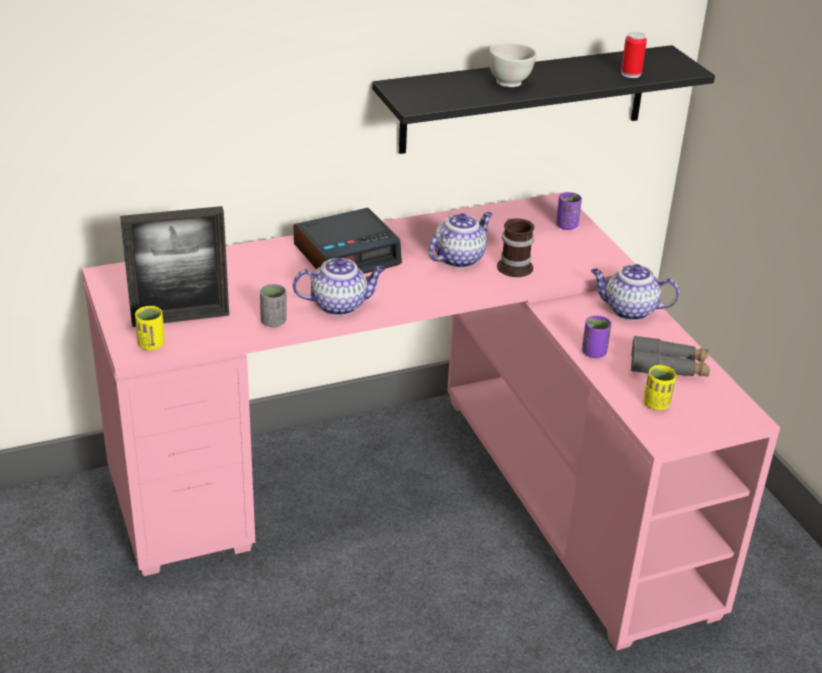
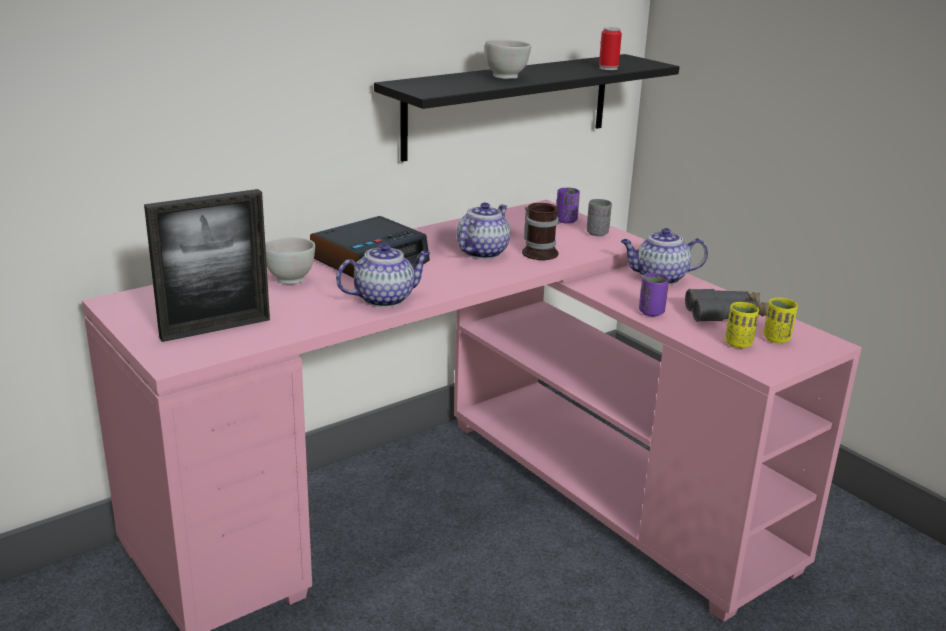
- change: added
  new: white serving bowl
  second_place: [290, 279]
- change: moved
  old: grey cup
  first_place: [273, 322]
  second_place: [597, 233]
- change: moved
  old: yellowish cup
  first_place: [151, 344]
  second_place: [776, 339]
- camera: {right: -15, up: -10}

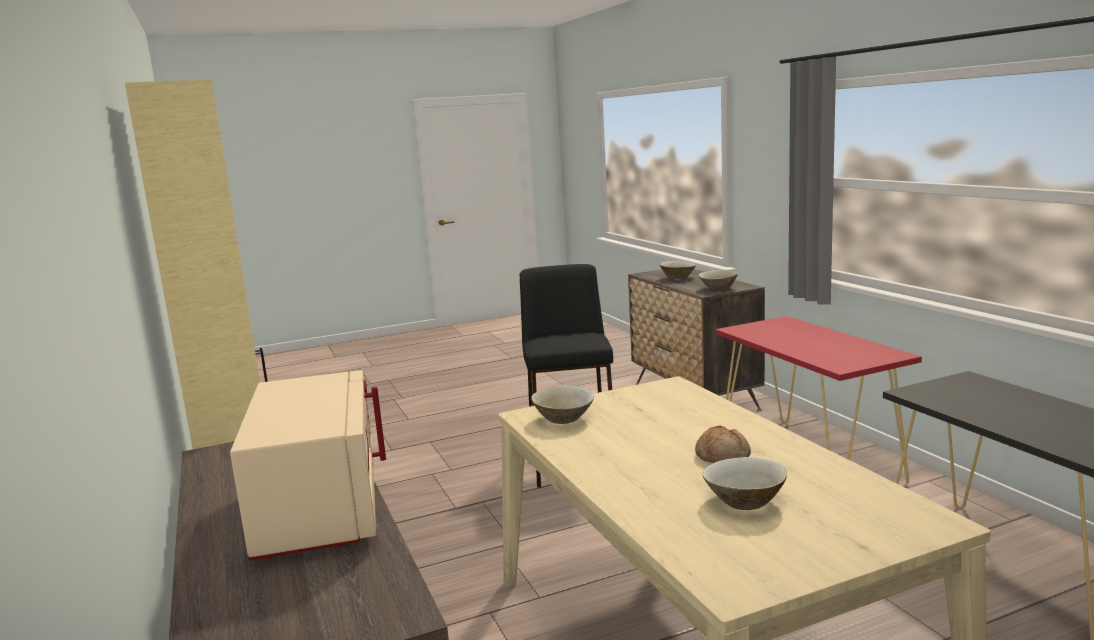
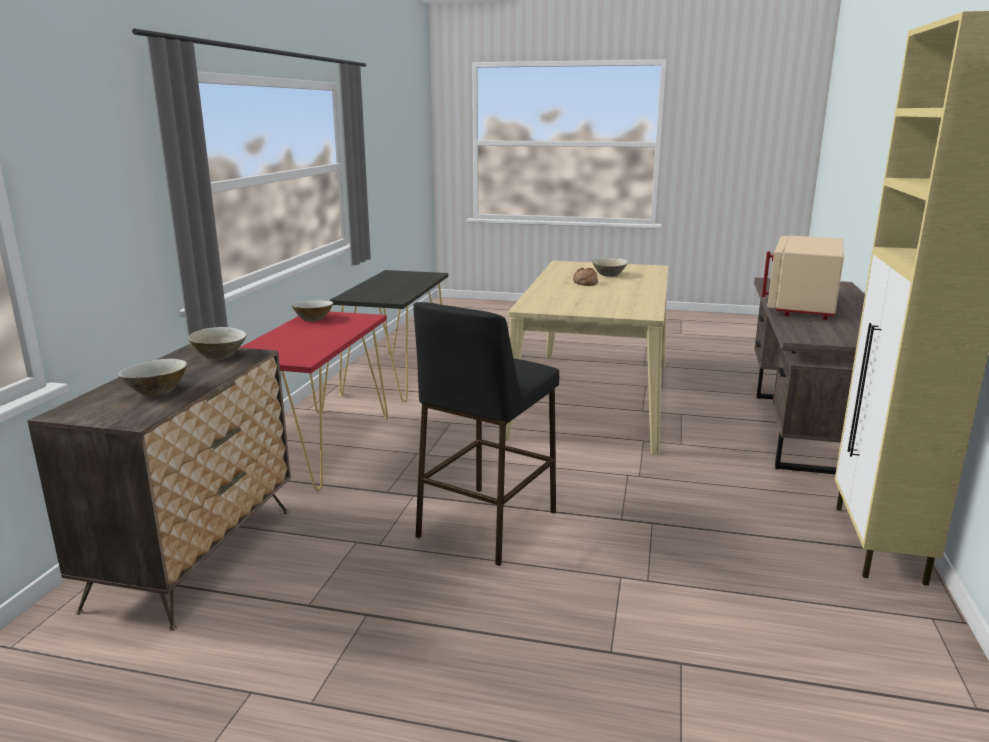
- change: moved
  old: beige serving bowl
  first_place: [563, 419]
  second_place: [313, 319]
- camera: {right: -145, up: 5}

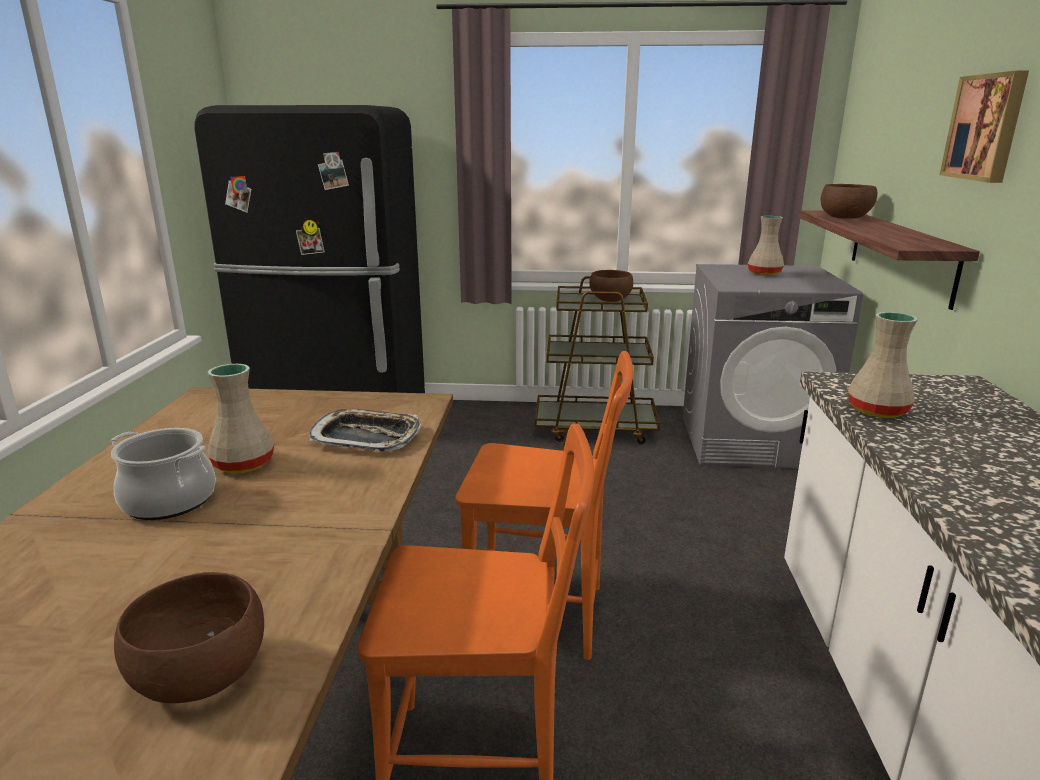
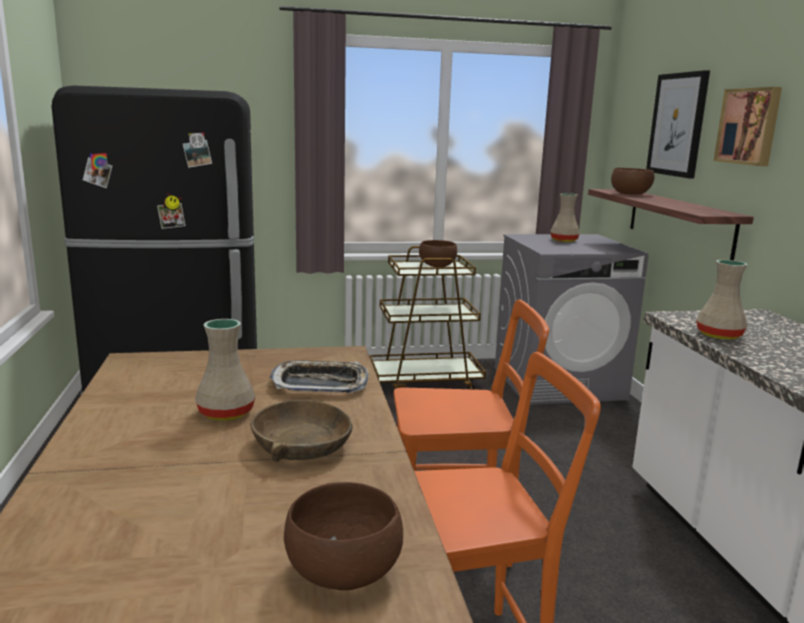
- change: added
  new: brown-coloured serving bowl
  second_place: [302, 445]
- change: added
  new: wall art
  second_place: [677, 124]
- change: removed
  old: saucepot
  first_place: [170, 500]
- camera: {right: -15, up: -5}

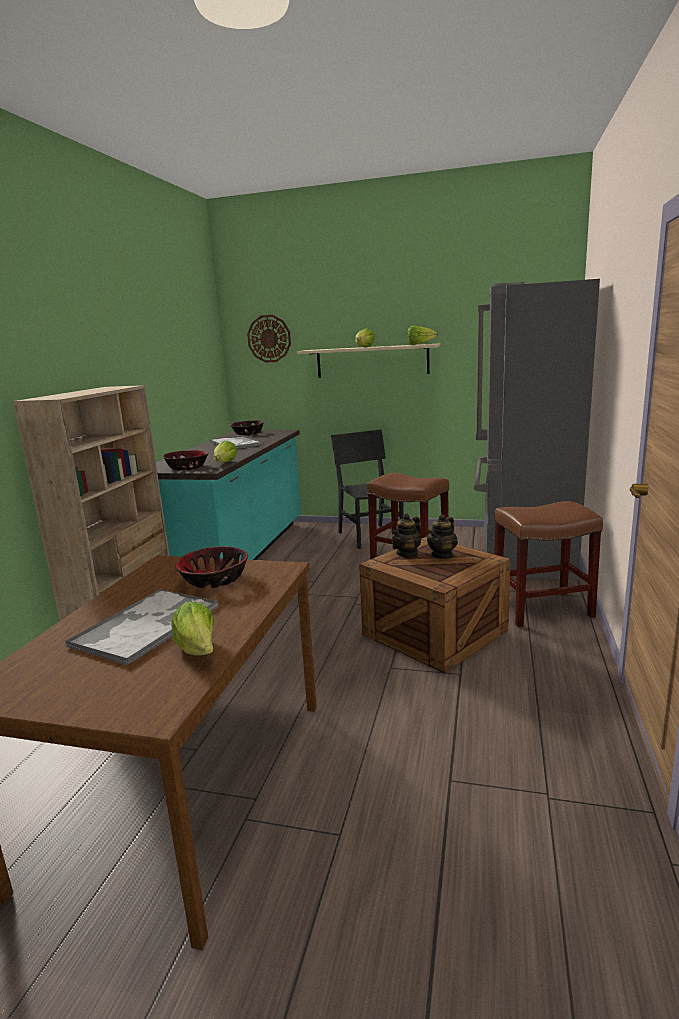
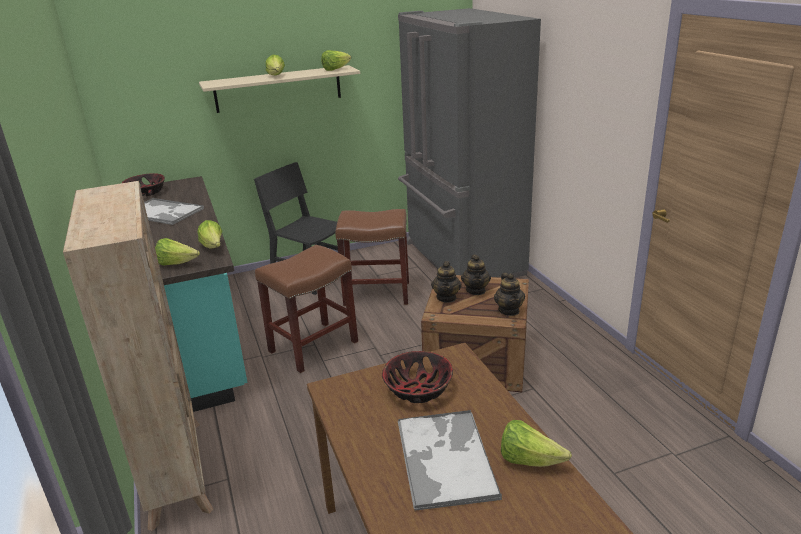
- change: replaced
  old: serving bowl
  new: head of lettuce
  first_place: [187, 468]
  second_place: [177, 264]
- change: moved
  old: brown-coloured sitting stool
  first_place: [542, 609]
  second_place: [314, 346]
- change: added
  new: pot for tea
  second_place: [509, 310]
- change: removed
  old: hanging clock
  first_place: [269, 338]
- camera: {right: -35, up: 10}

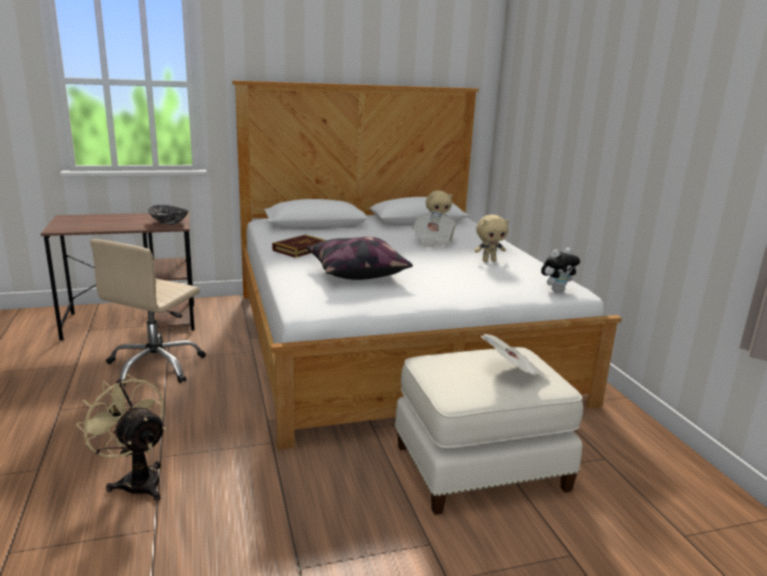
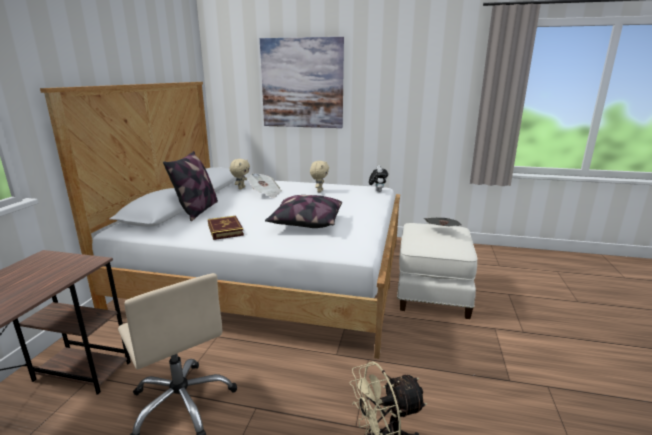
- change: added
  new: throw pillow
  second_place: [197, 210]
- change: added
  new: wall art
  second_place: [302, 83]
- change: removed
  old: serving bowl
  first_place: [169, 222]
- camera: {right: -60, up: 0}

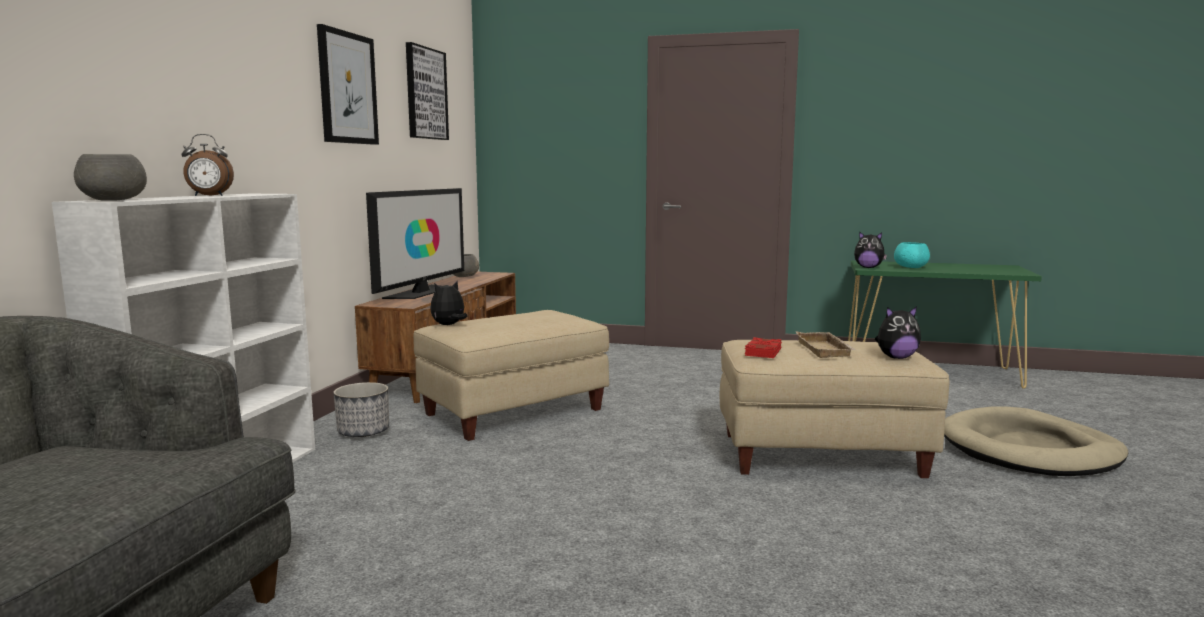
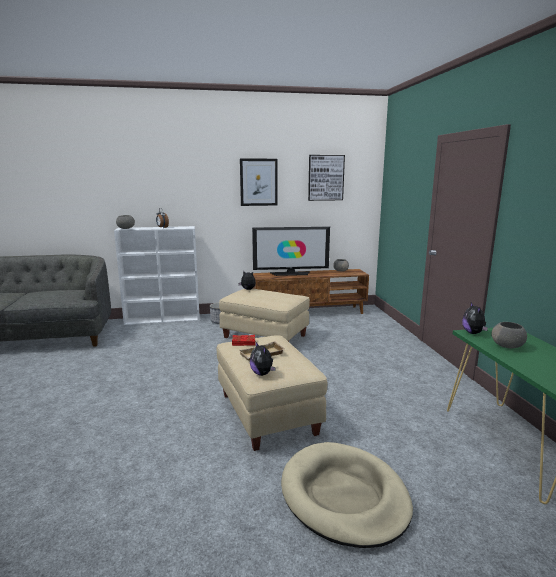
- change: recoloured
  old: turquoise-coloured serving bowl
  new: grey serving bowl
  first_place: [911, 267]
  second_place: [507, 346]
- camera: {right: 65, up: 5}

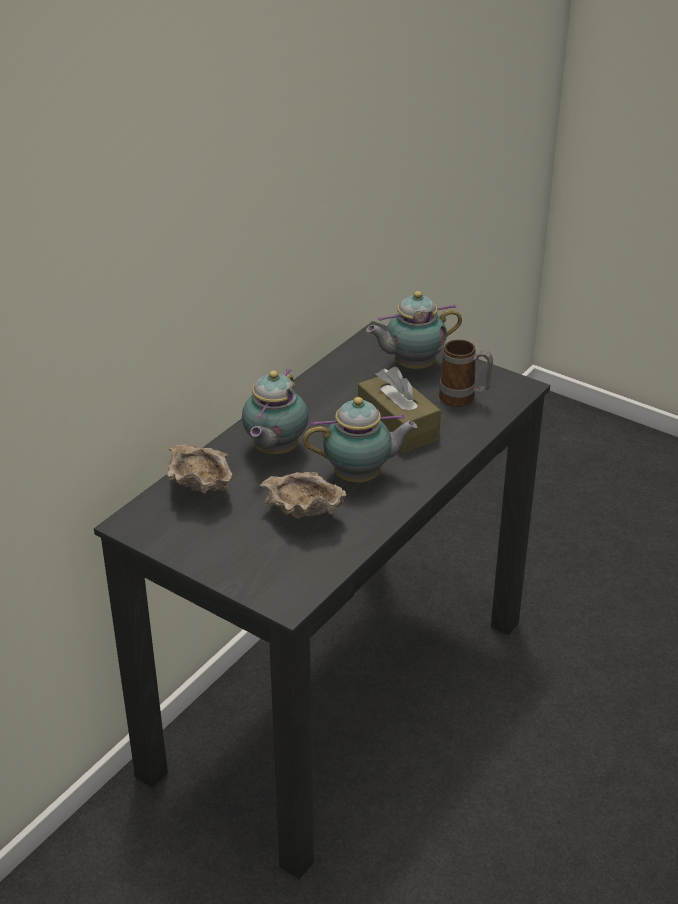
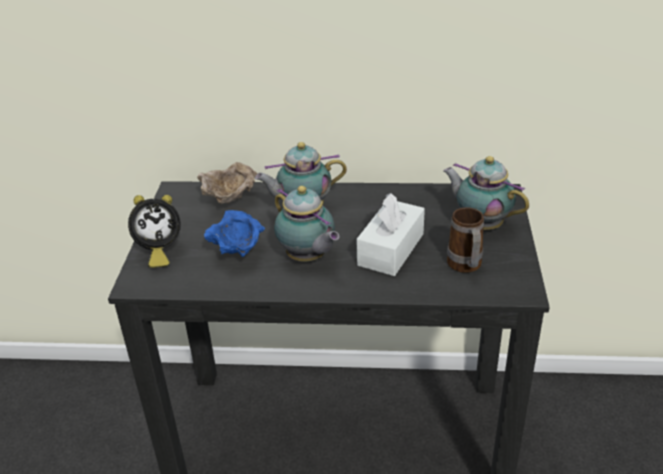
- change: added
  new: table clock
  second_place: [158, 252]
- change: recoloured
  old: beige serving bowl
  new: bluish serving bowl
  first_place: [303, 516]
  second_place: [237, 252]
- change: recoloured
  old: brown-coloured tissue box
  new: white tissue box
  first_place: [397, 426]
  second_place: [391, 249]
- camera: {right: 60, up: 0}

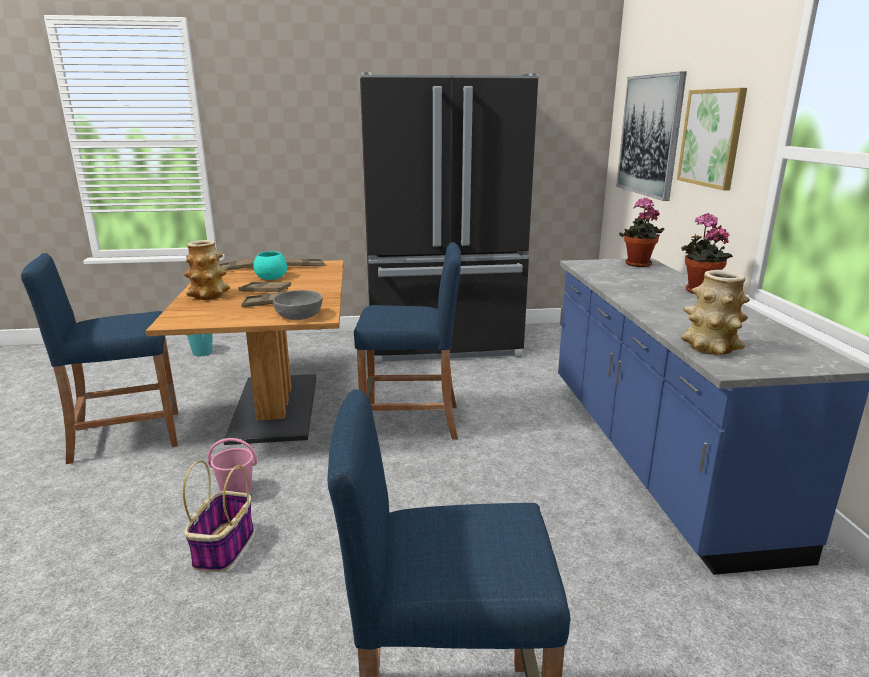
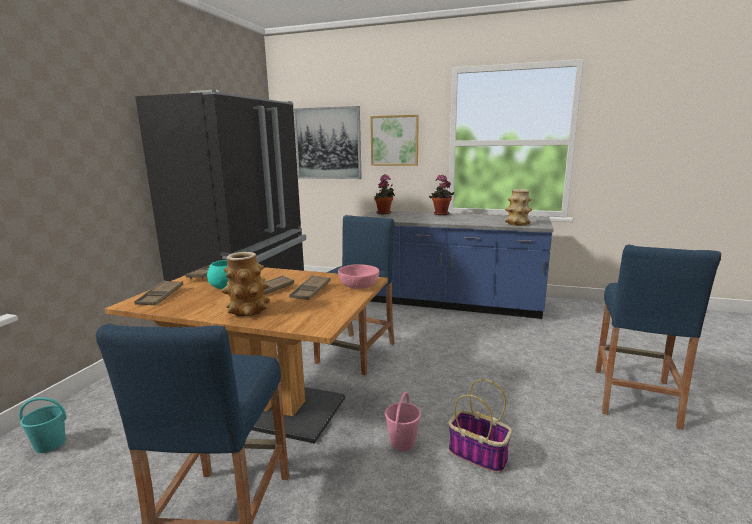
- change: recoloured
  old: grey serving bowl
  new: pink serving bowl
  first_place: [299, 316]
  second_place: [359, 285]
- camera: {right: -65, up: -5}

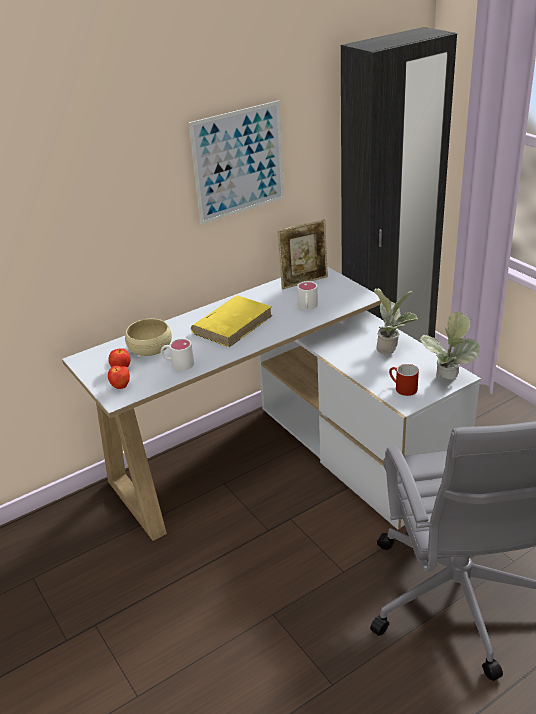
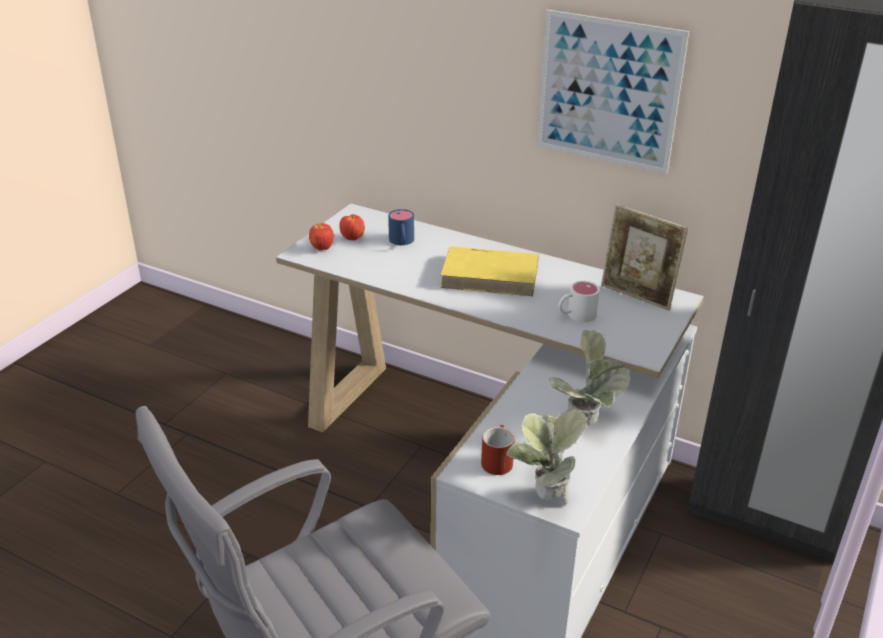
- change: replaced
  old: beige serving bowl
  new: bluish coffee mug
  first_place: [150, 348]
  second_place: [402, 242]
- change: removed
  old: white coffee mug
  first_place: [178, 363]
- camera: {right: 60, up: 0}

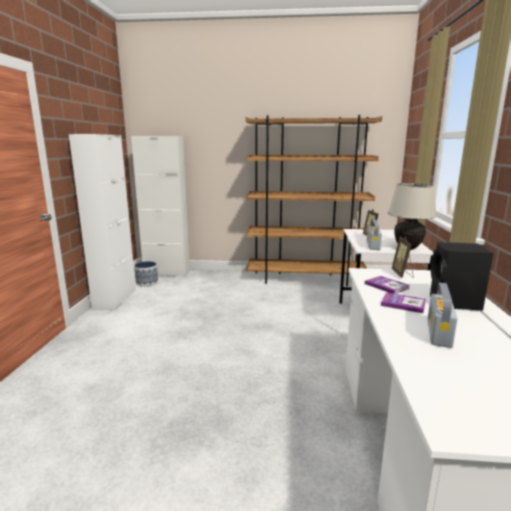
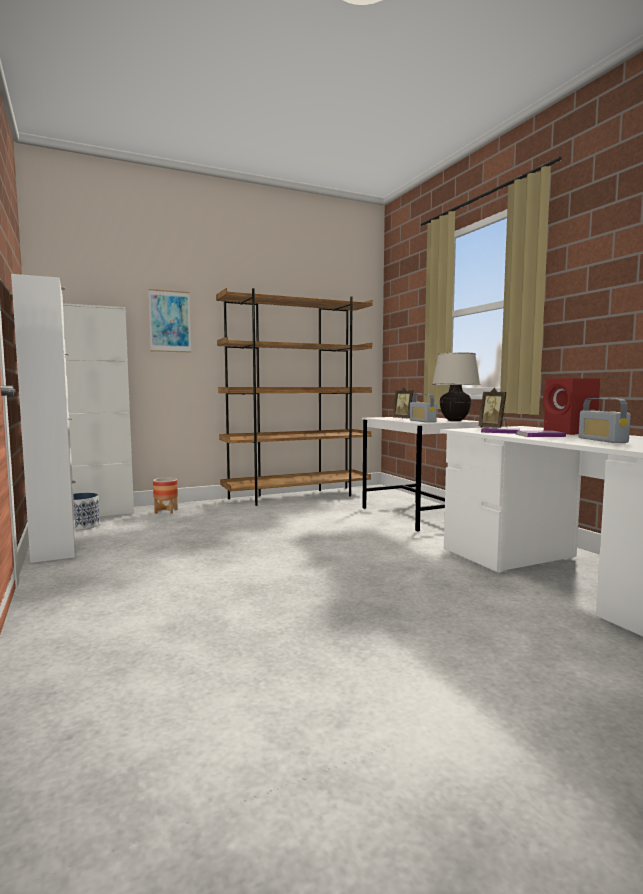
- change: added
  new: wall art
  second_place: [170, 321]
- change: added
  new: planter
  second_place: [166, 511]
- change: recoloured
  old: blackish loudspeaker
  new: red-coloured loudspeaker
  first_place: [454, 303]
  second_place: [570, 433]
- camera: {right: -30, up: -10}

